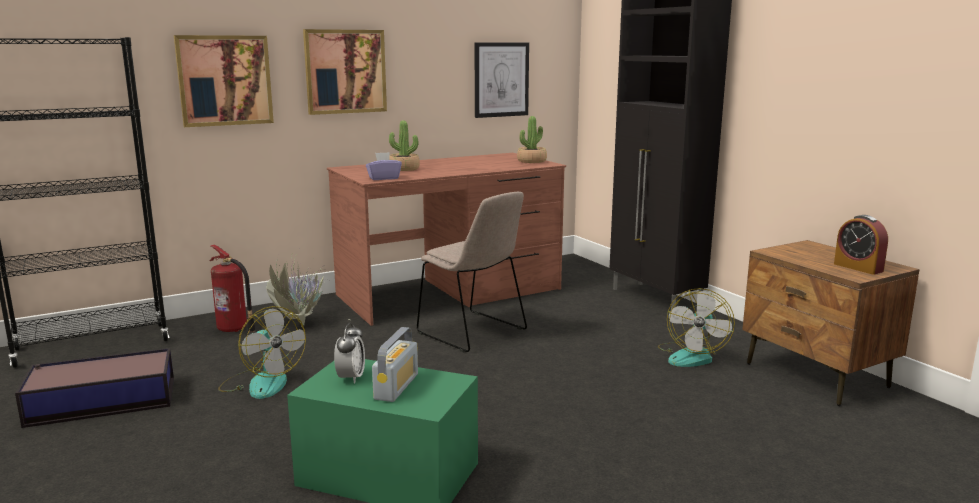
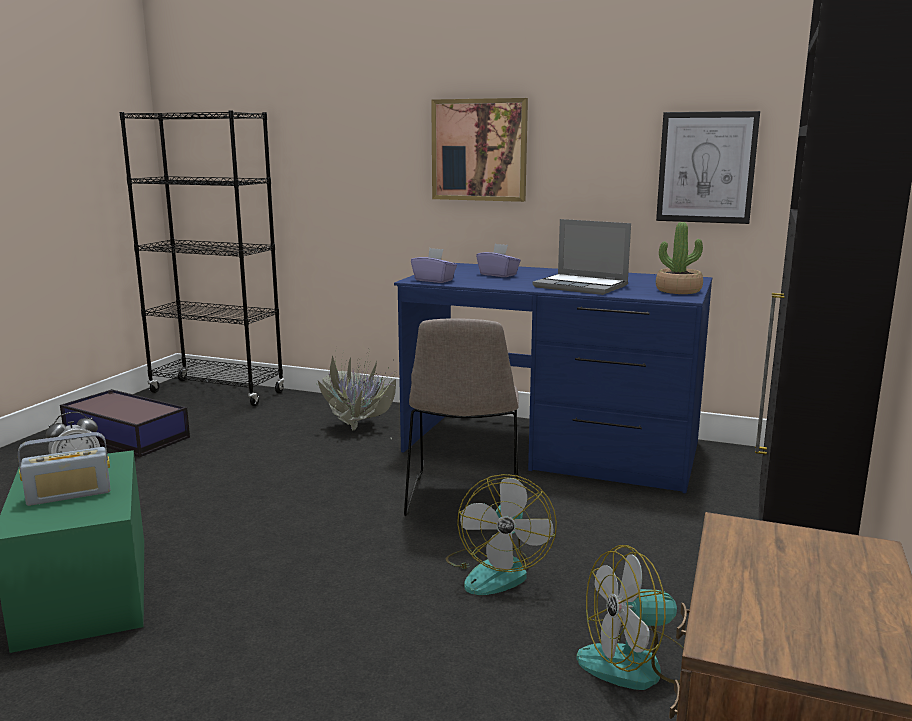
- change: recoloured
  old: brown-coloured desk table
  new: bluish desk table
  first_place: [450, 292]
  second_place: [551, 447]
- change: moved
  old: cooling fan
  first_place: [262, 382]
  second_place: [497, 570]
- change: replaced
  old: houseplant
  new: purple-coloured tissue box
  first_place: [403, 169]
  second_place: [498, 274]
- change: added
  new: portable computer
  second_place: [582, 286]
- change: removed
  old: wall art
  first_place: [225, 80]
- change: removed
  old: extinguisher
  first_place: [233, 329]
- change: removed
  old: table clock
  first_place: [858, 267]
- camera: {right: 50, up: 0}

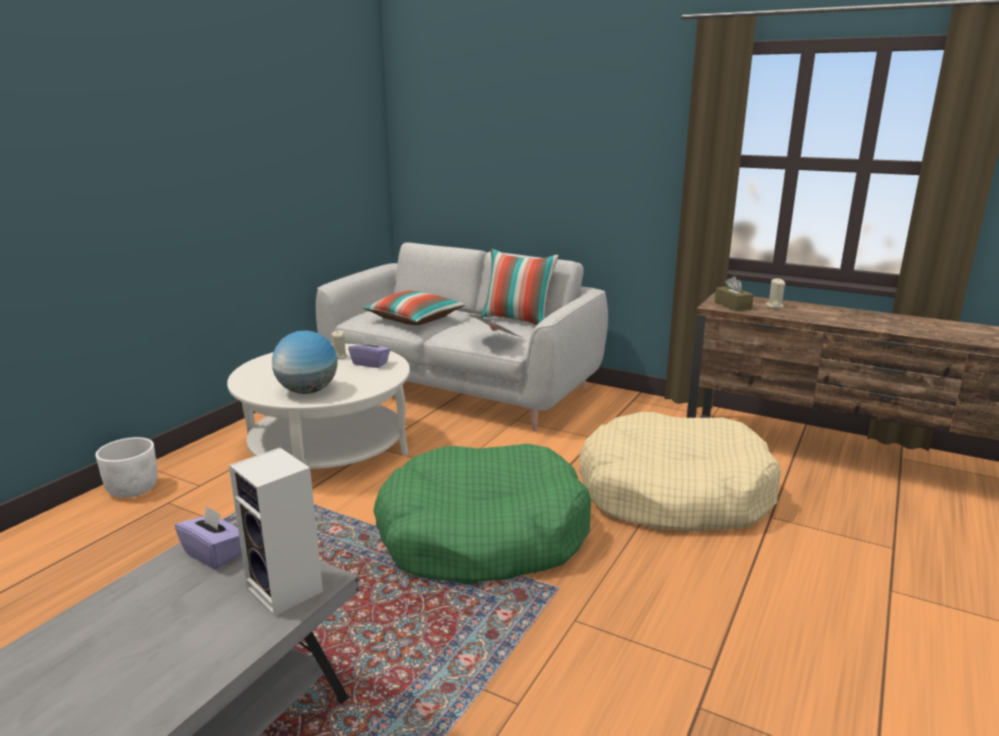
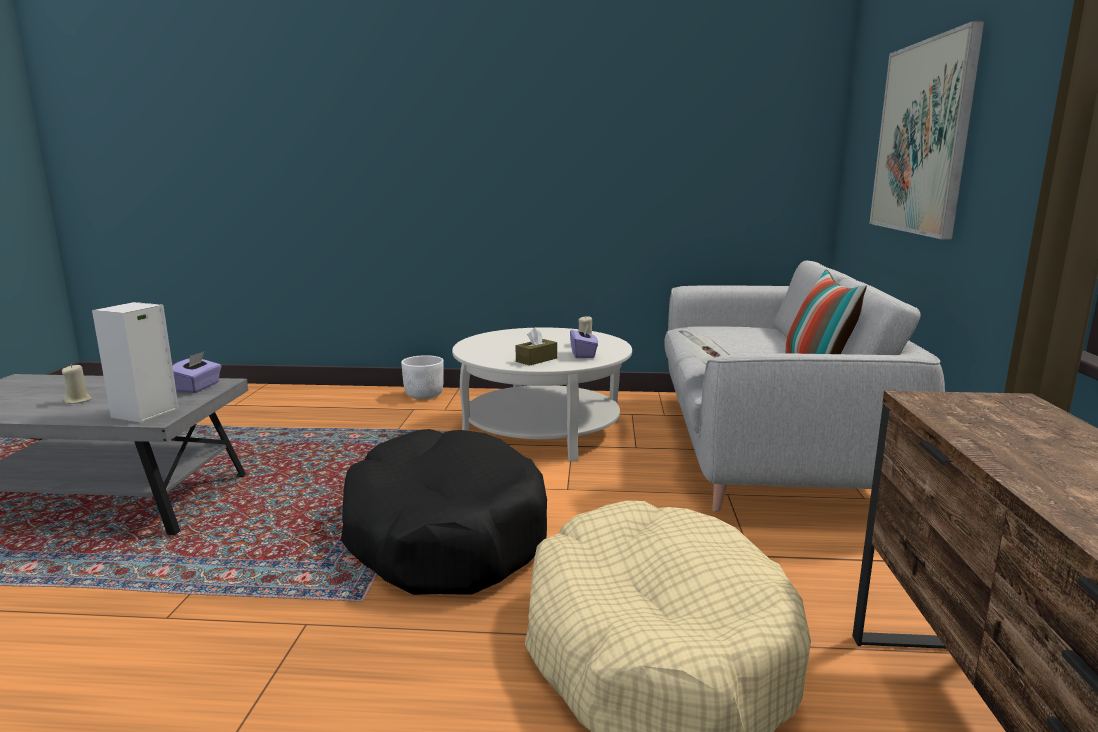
- change: moved
  old: beige wax light
  first_place: [774, 306]
  second_place: [78, 400]
- change: recoloured
  old: greenish dog cushion
  new: blackish dog cushion
  first_place: [482, 535]
  second_place: [444, 535]
- change: moved
  old: brown-coloured tissue box
  first_place: [732, 305]
  second_place: [536, 360]
- change: added
  new: wall art
  second_place: [922, 138]
- change: removed
  old: desk globe
  first_place: [308, 391]
- change: removed
  old: throw pillow
  first_place: [414, 320]
- camera: {right: 65, up: -5}

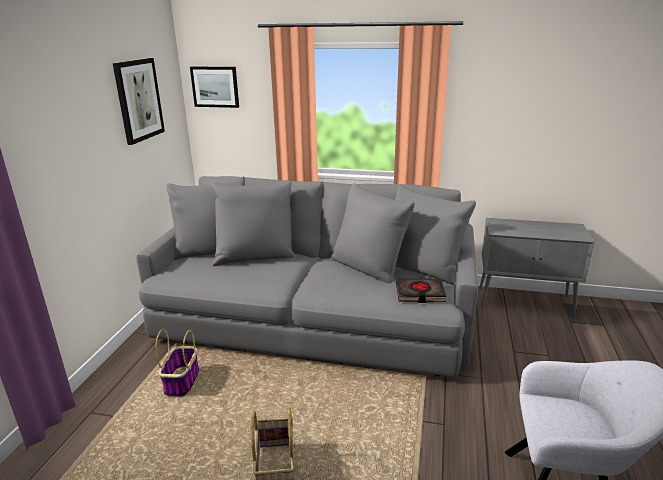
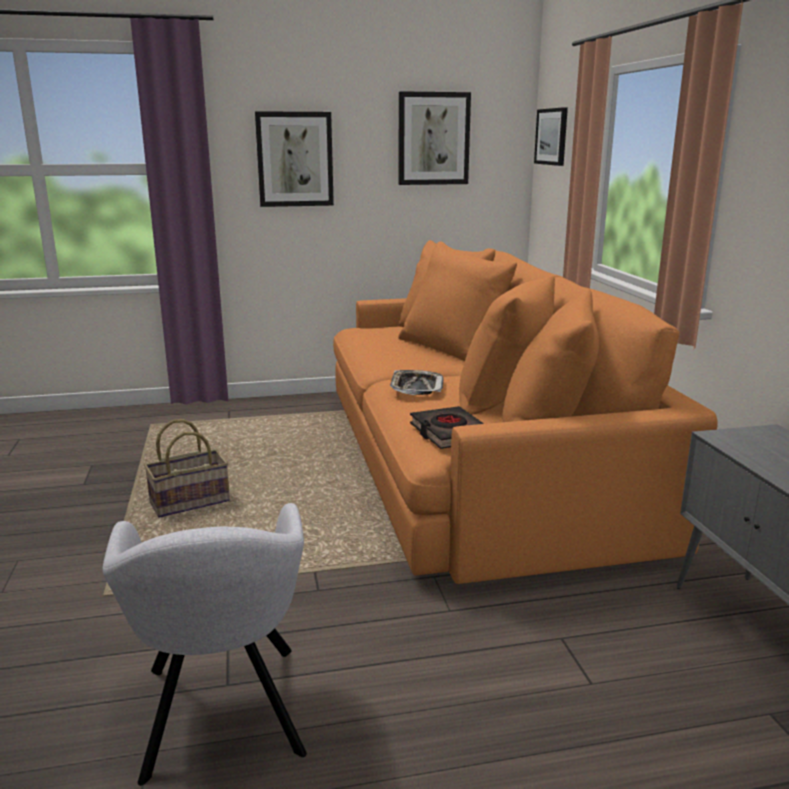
- change: added
  new: wall art
  second_place: [295, 159]
- change: recoloured
  old: grey sofa
  new: orange-coloured sofa
  first_place: [313, 316]
  second_place: [473, 460]
- change: added
  new: carrying tray
  second_place: [416, 387]
- change: removed
  old: basket
  first_place: [182, 381]
- camera: {right: 65, up: -5}

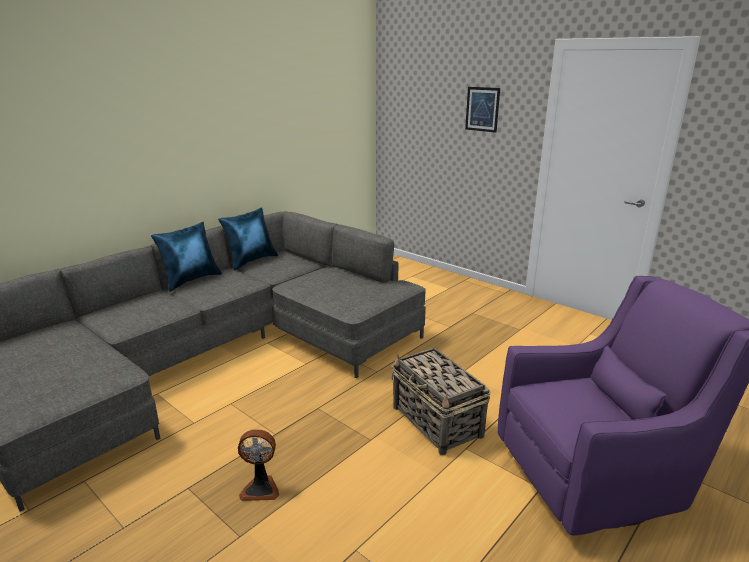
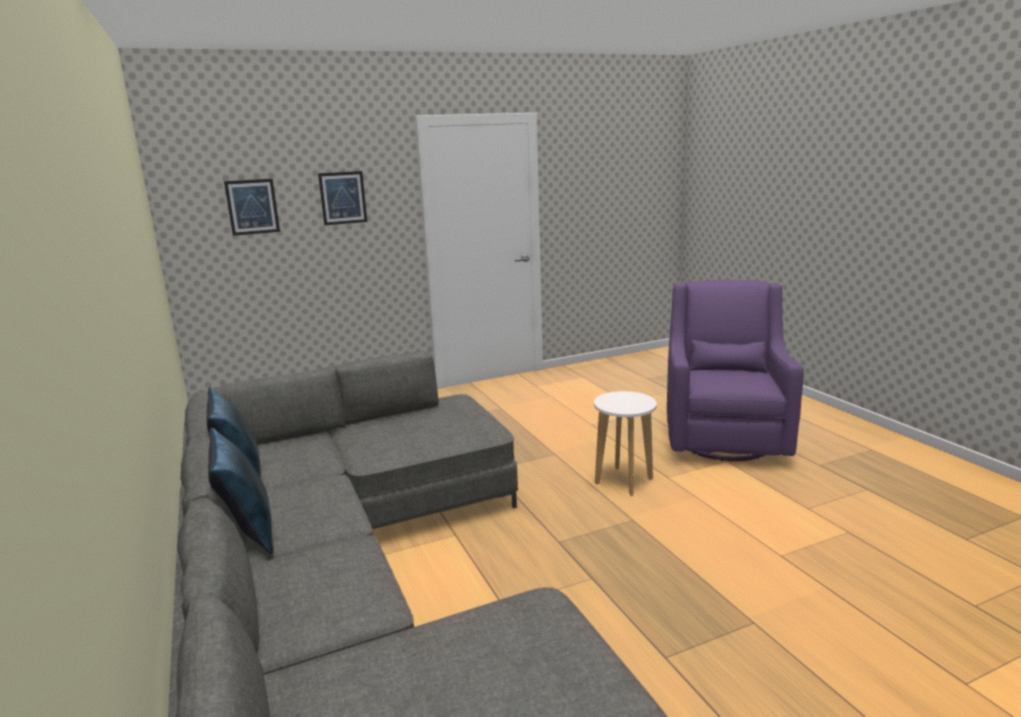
- change: added
  new: wall art
  second_place: [252, 207]
- change: replaced
  old: basket
  new: white sitting stool
  first_place: [437, 422]
  second_place: [623, 481]
- change: removed
  old: cooling fan
  first_place: [261, 488]
- camera: {right: -65, up: -5}

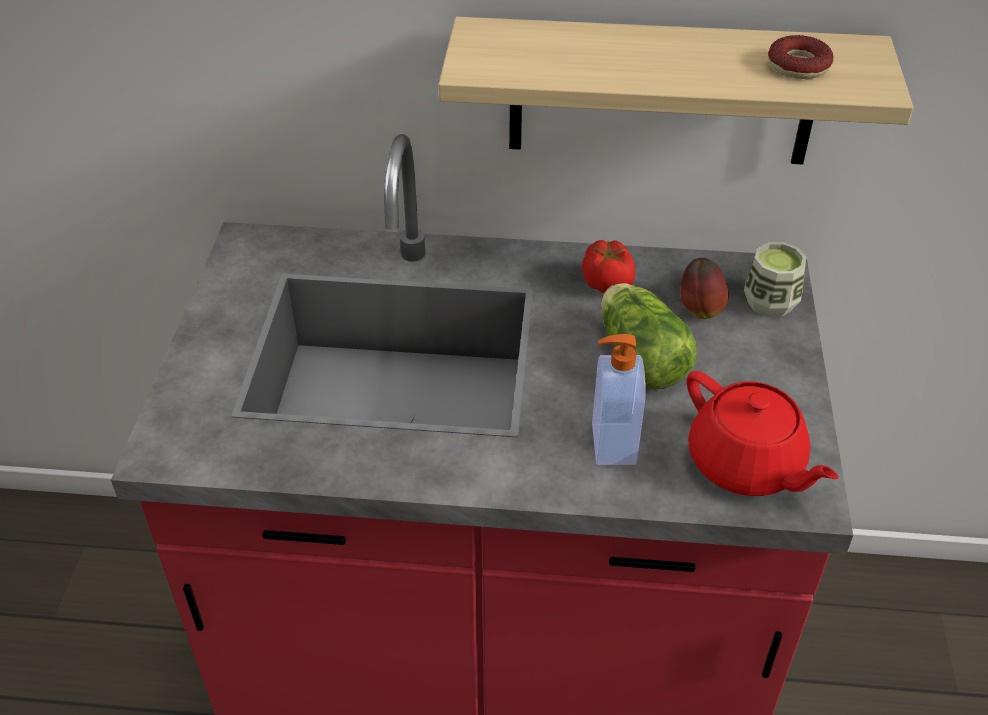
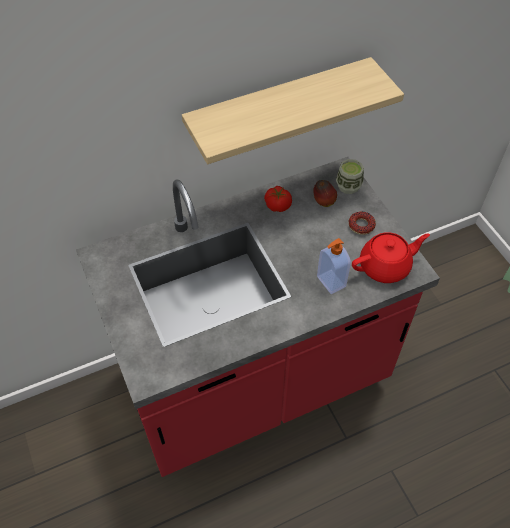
- change: moved
  old: donut
  first_place: [798, 65]
  second_place: [361, 225]
- change: turned
  old: red-coloured pot for tea
  first_place: [746, 465]
  second_place: [385, 266]
  degrees: -45
- change: removed
  old: head of lettuce
  first_place: [639, 354]
- camera: {right: -30, up: 10}

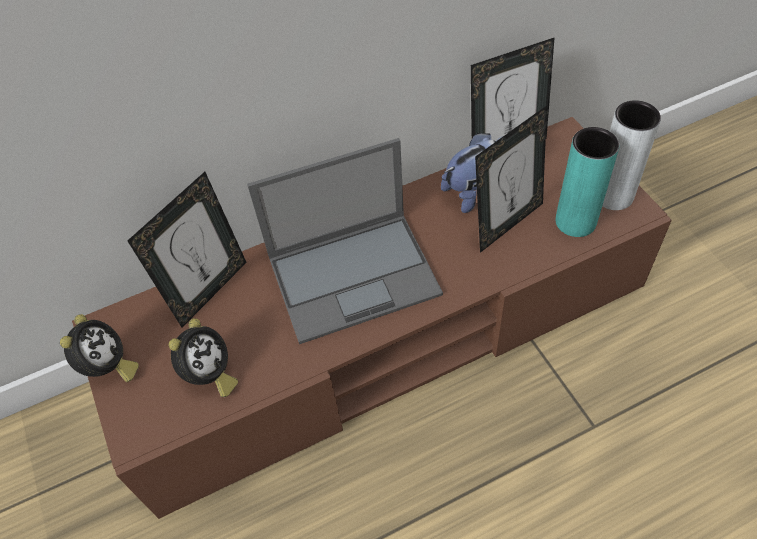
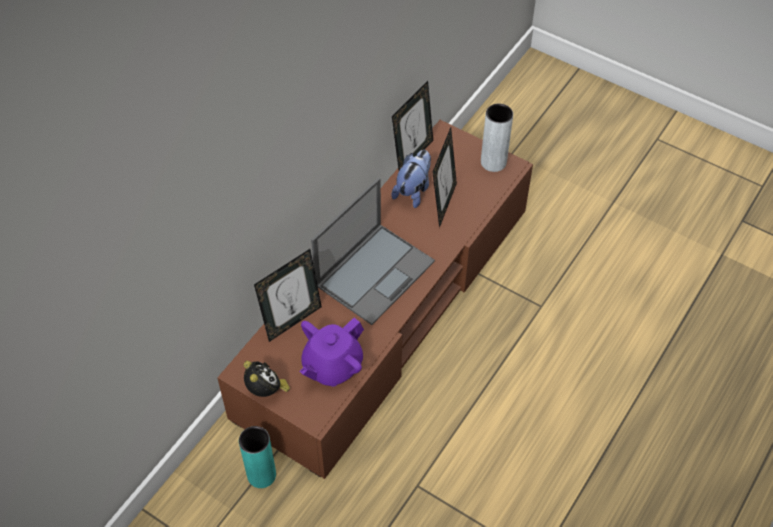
- change: moved
  old: turquoise-coloured decorative vase
  first_place: [575, 221]
  second_place: [261, 475]
- change: turned
  old: photo frame
  first_place: [209, 290]
  second_place: [292, 320]
  degrees: 45
- change: replaced
  old: table clock
  new: purple-coloured pot for tea
  first_place: [209, 375]
  second_place: [332, 366]
- camera: {right: -35, up: 0}

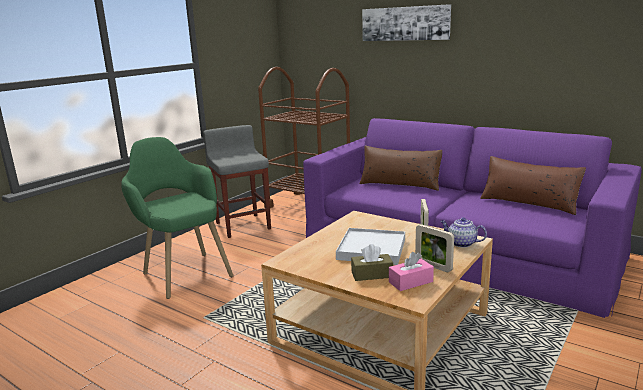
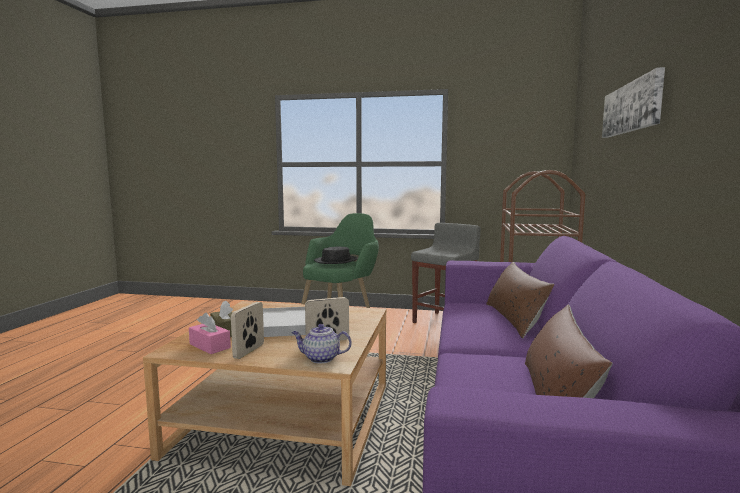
- change: turned
  old: pot for tea
  first_place: [461, 243]
  second_place: [320, 358]
  degrees: -90
- change: added
  new: blackish wearable hat
  second_place: [336, 261]
- camera: {right: 65, up: -10}

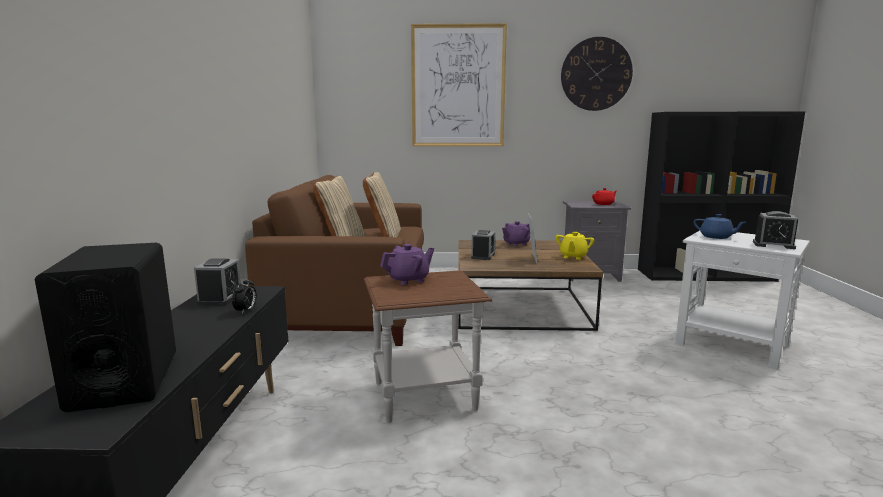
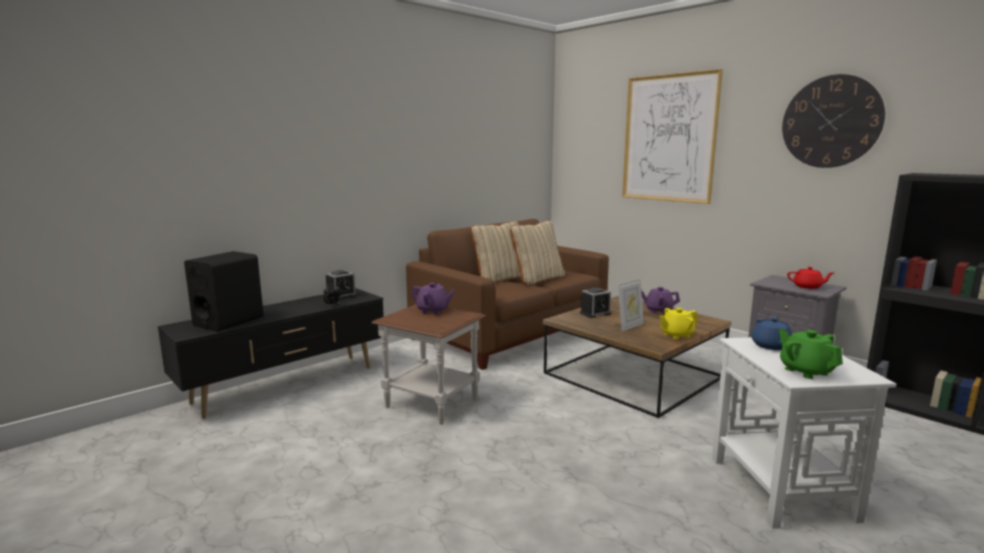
- change: replaced
  old: table clock
  new: greenish pot for tea
  first_place: [773, 245]
  second_place: [805, 371]
- camera: {right: 45, up: 0}

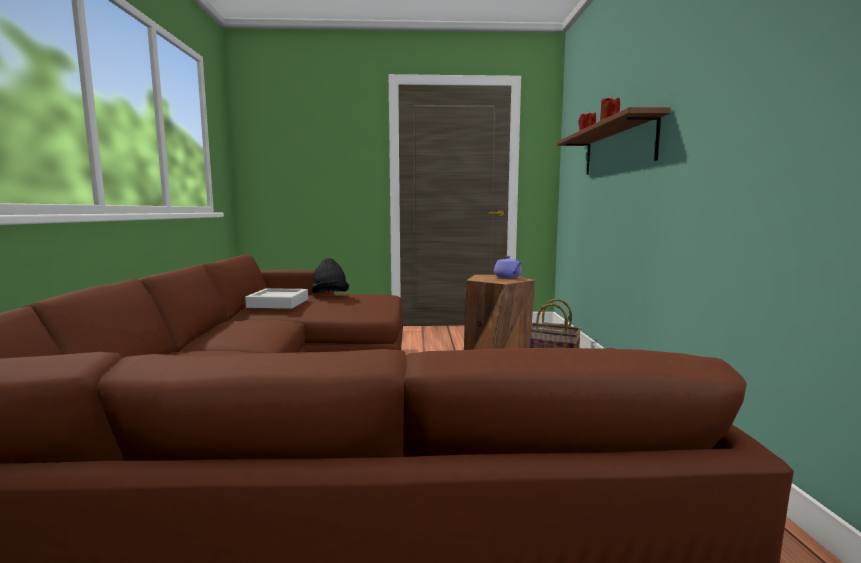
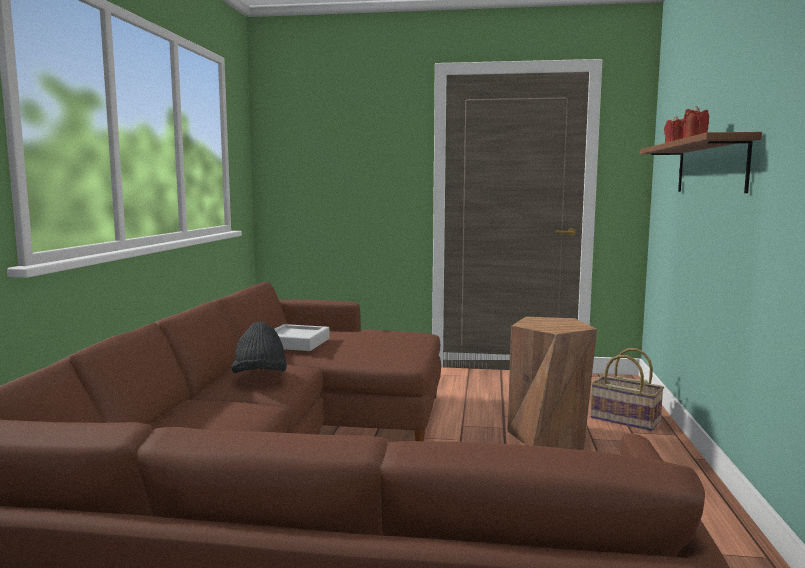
- change: moved
  old: blackish wearable hat
  first_place: [330, 295]
  second_place: [260, 377]
- change: removed
  old: purple-coloured pot for tea
  first_place: [508, 277]
- camera: {right: 10, up: 0}

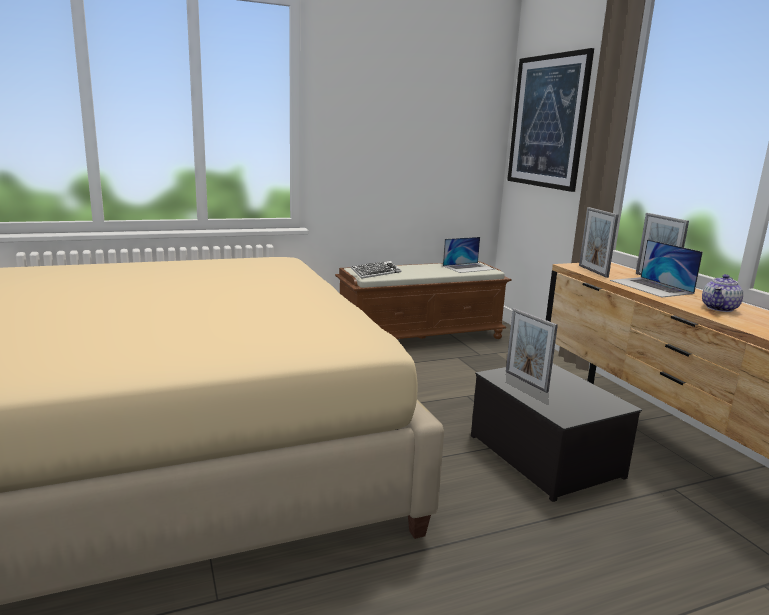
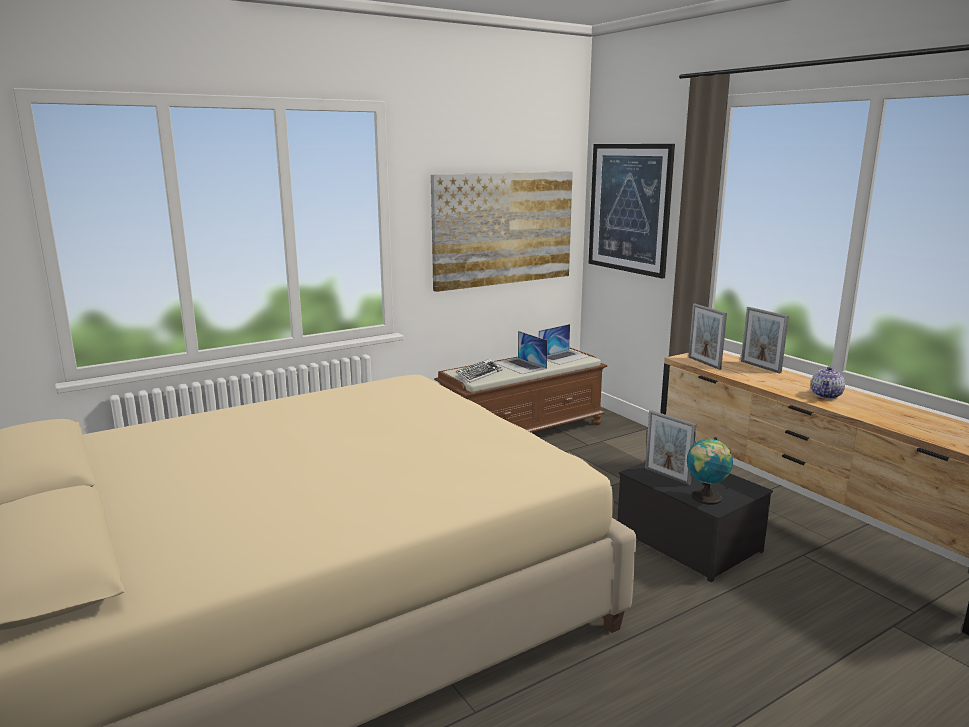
- change: added
  new: wall art
  second_place: [503, 228]
- change: moved
  old: portable computer
  first_place: [651, 287]
  second_place: [520, 366]
- change: added
  new: desk globe
  second_place: [705, 498]
- camera: {right: -10, up: 0}

